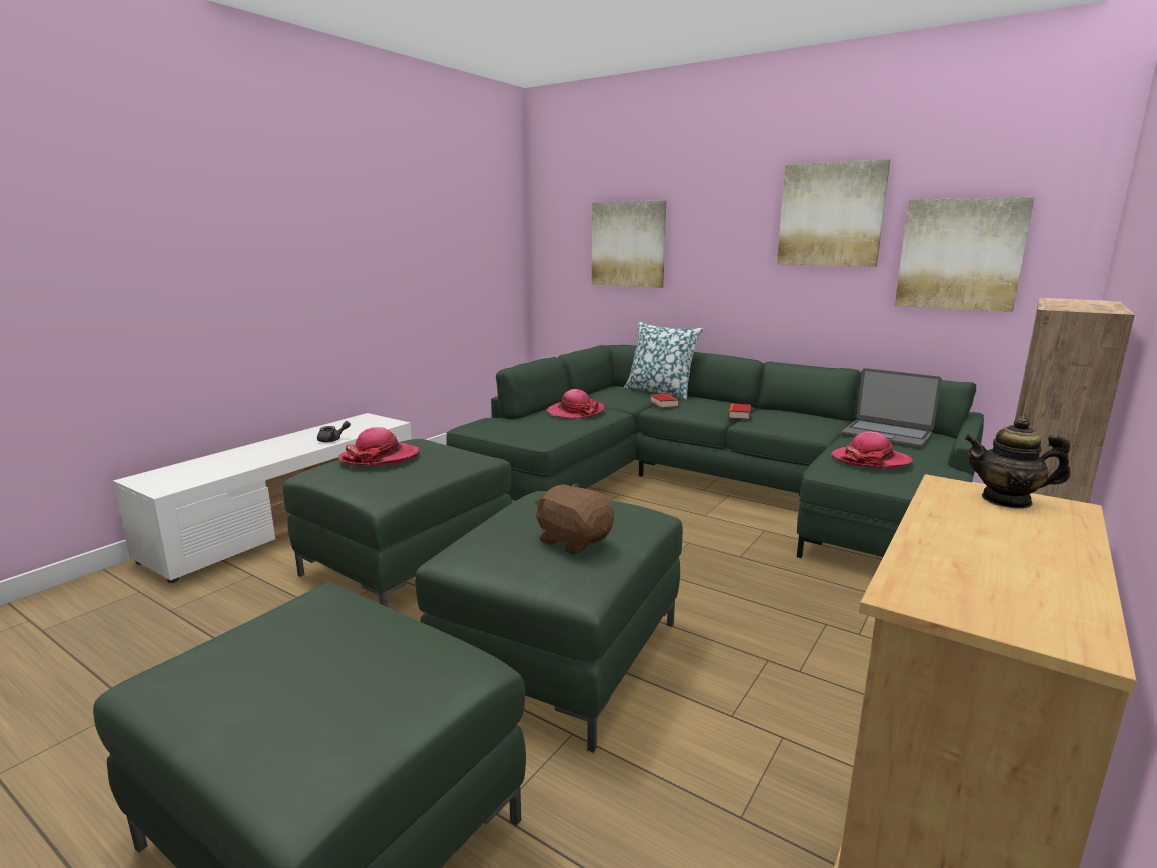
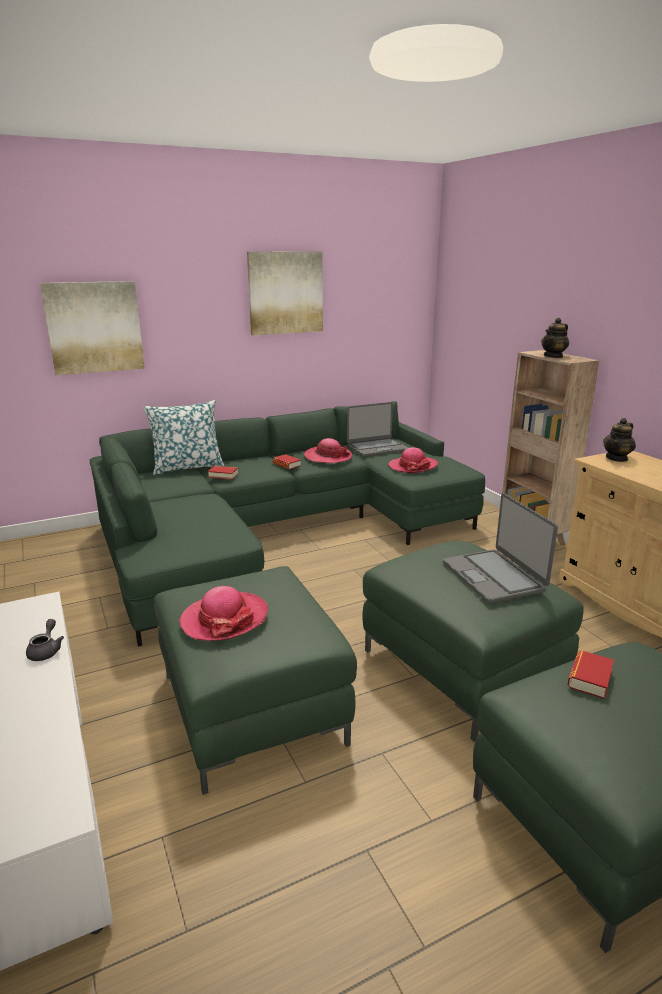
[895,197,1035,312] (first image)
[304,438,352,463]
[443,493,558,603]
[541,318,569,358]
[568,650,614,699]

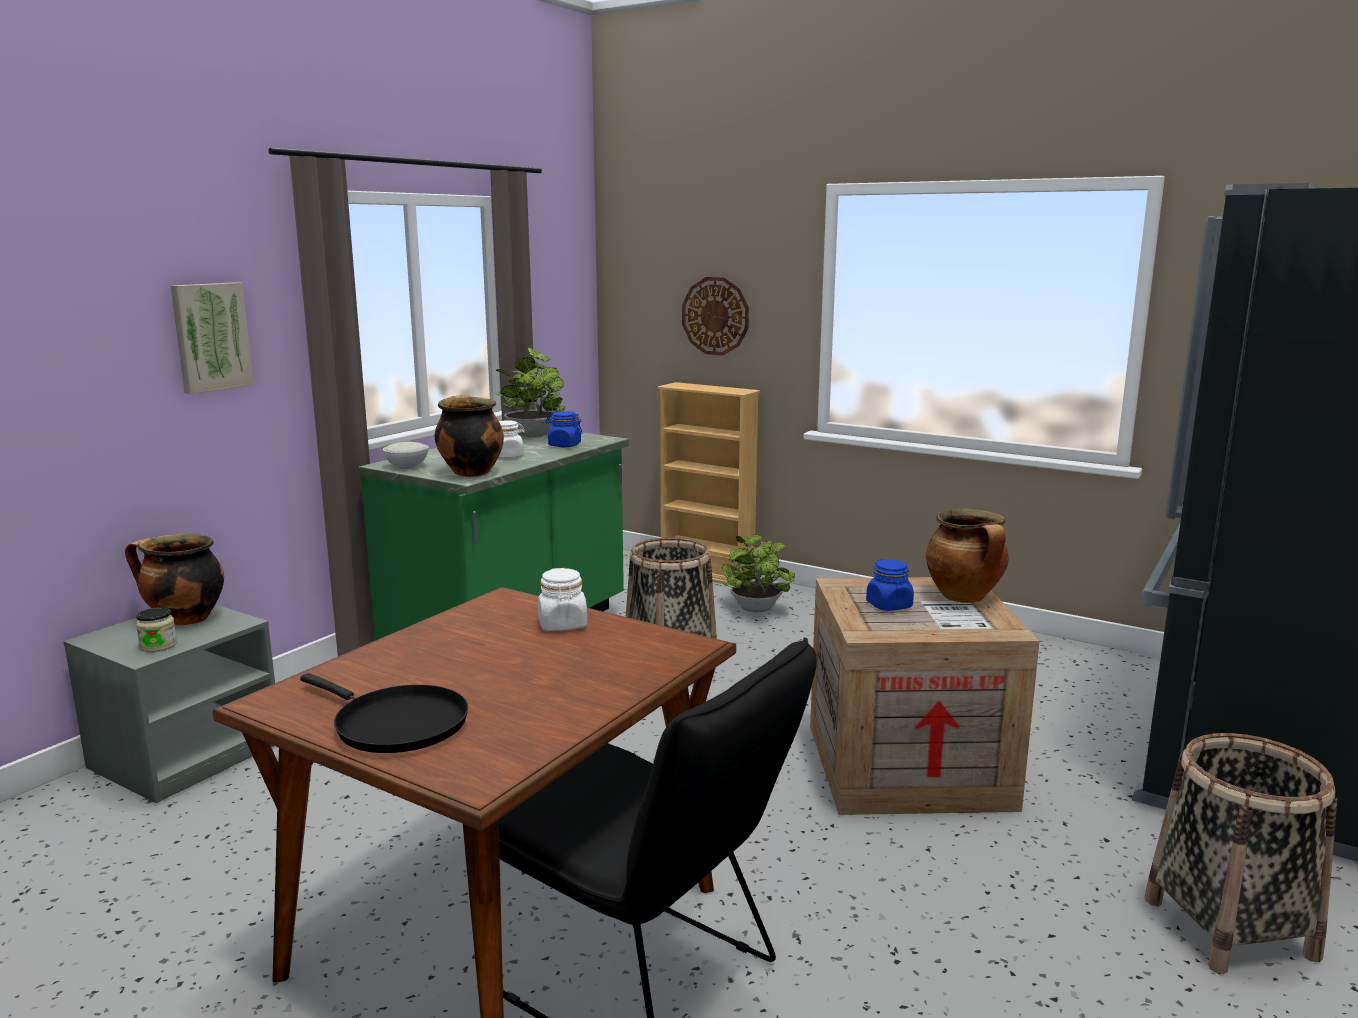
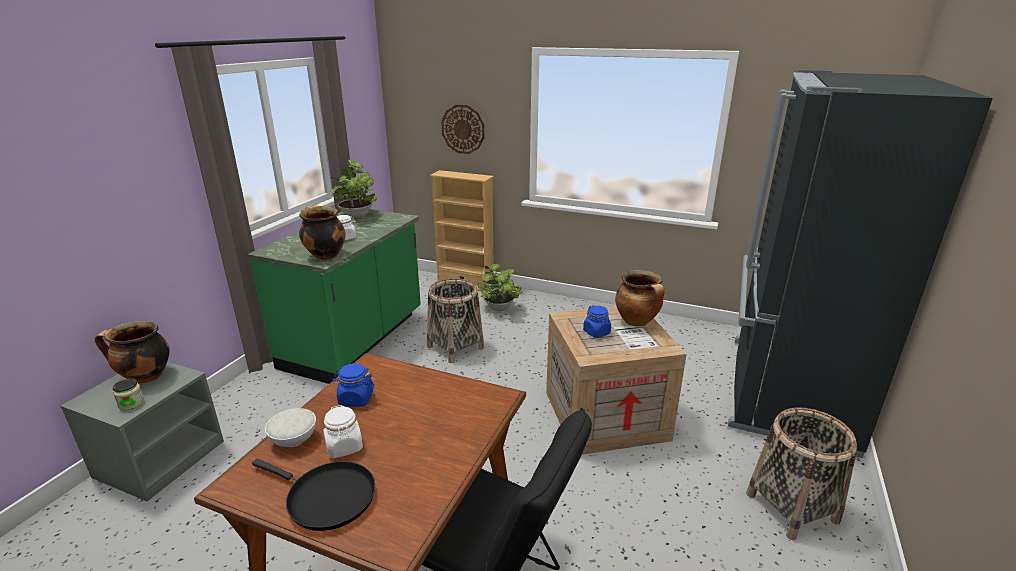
[171,282,254,394] (first image)
[332,363,375,407]
[265,408,316,447]
[323,405,363,458]

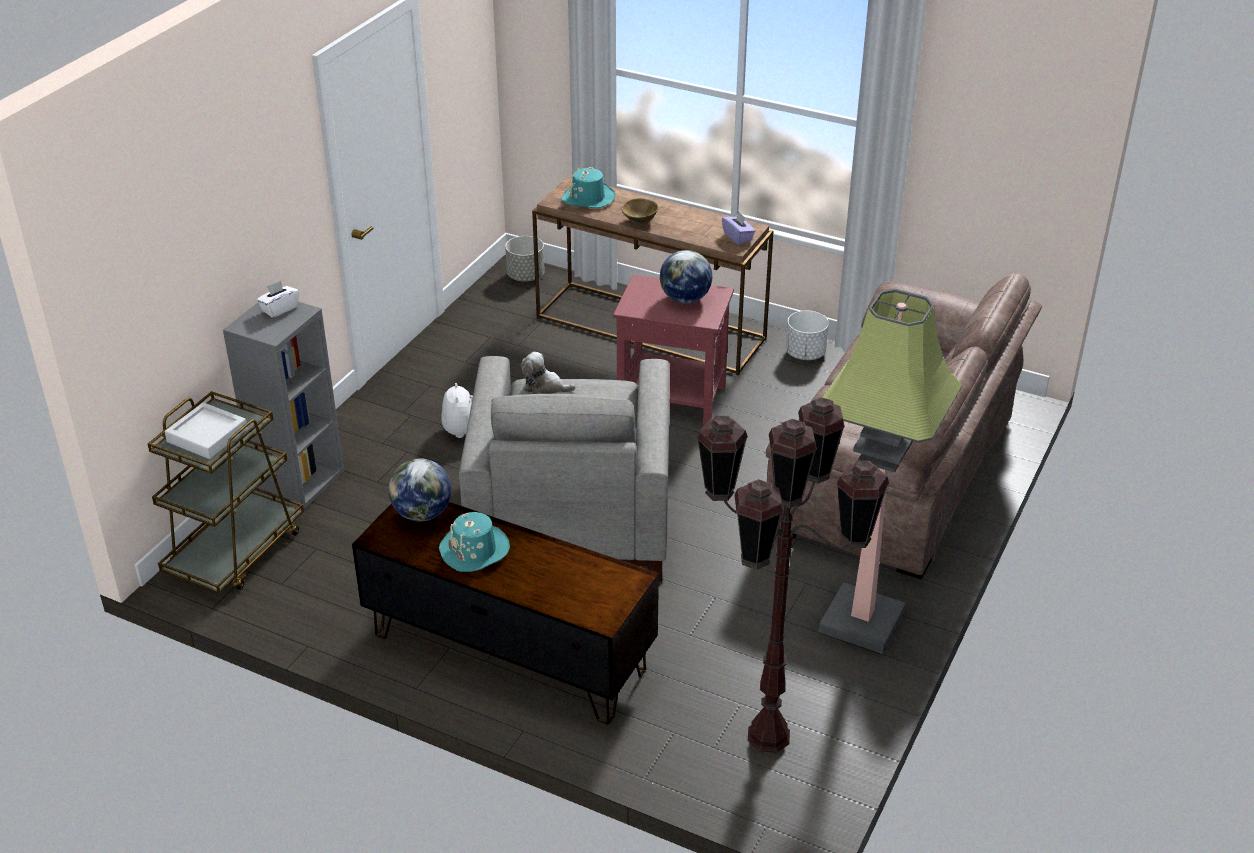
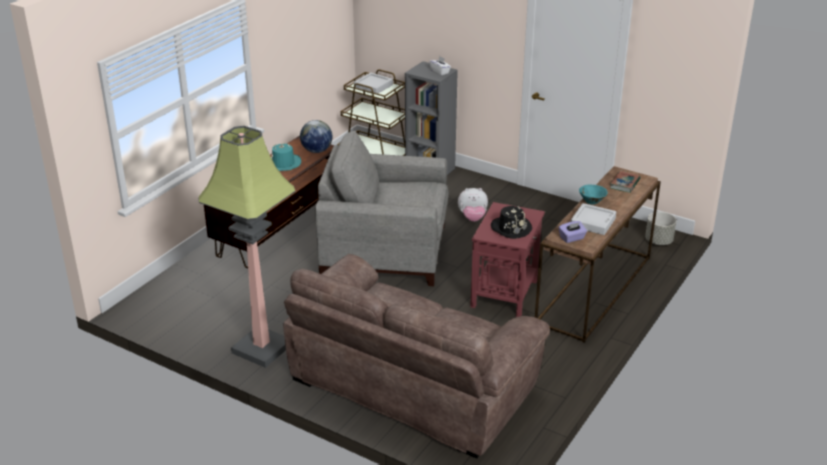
[610,170,641,193]
[579,184,608,205]
[491,206,532,239]
[786,310,829,360] (first image)
[521,352,576,394] (first image)
[697,397,889,753] (first image)
[571,203,616,235]

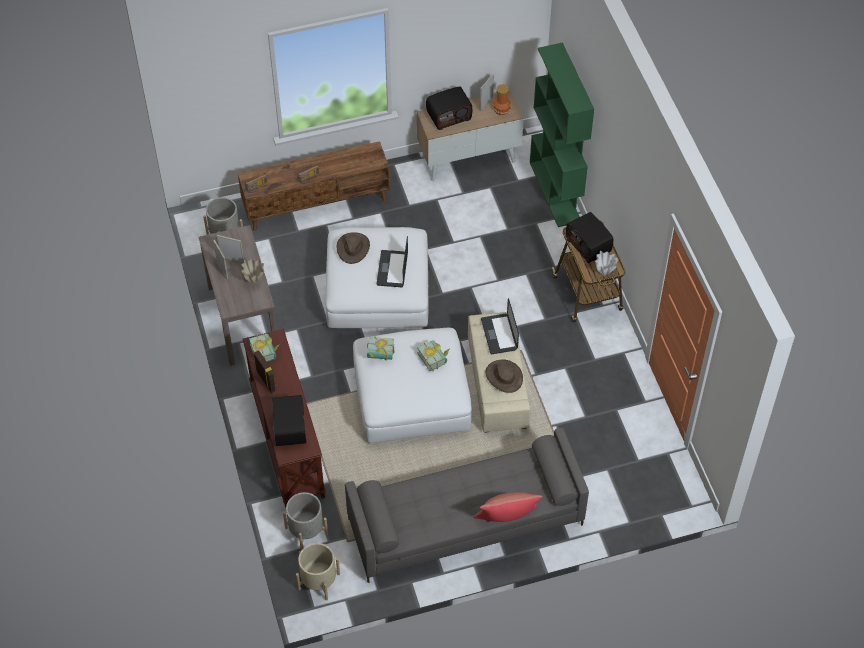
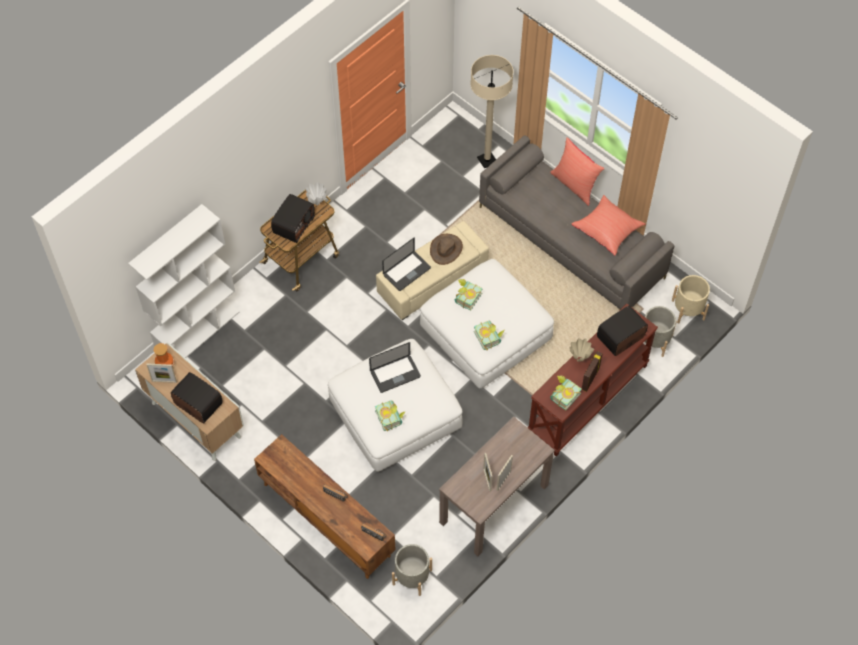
[128,204,239,358]
[375,400,406,431]
[570,338,594,362]
[470,55,513,168]
[572,195,645,255]

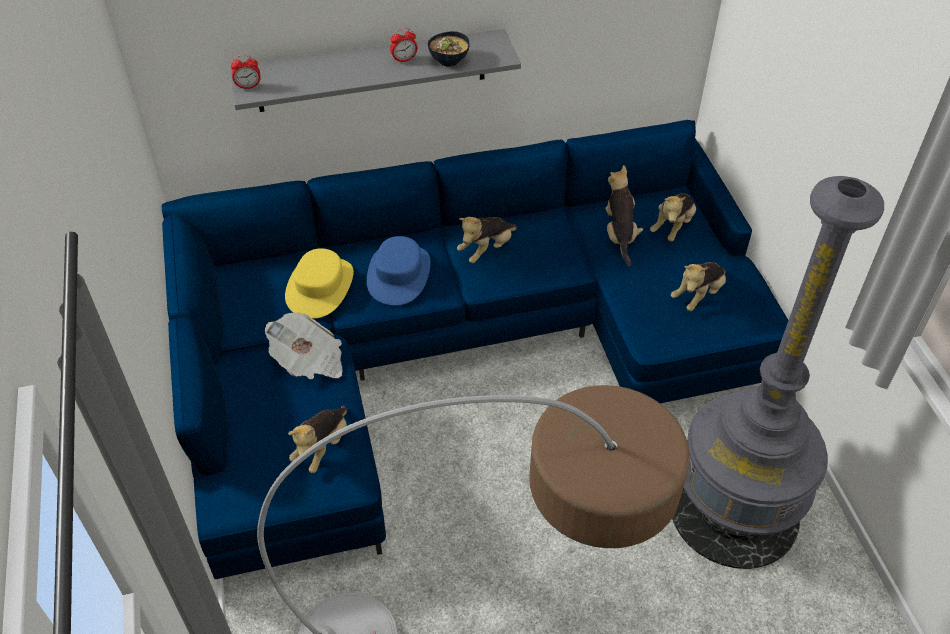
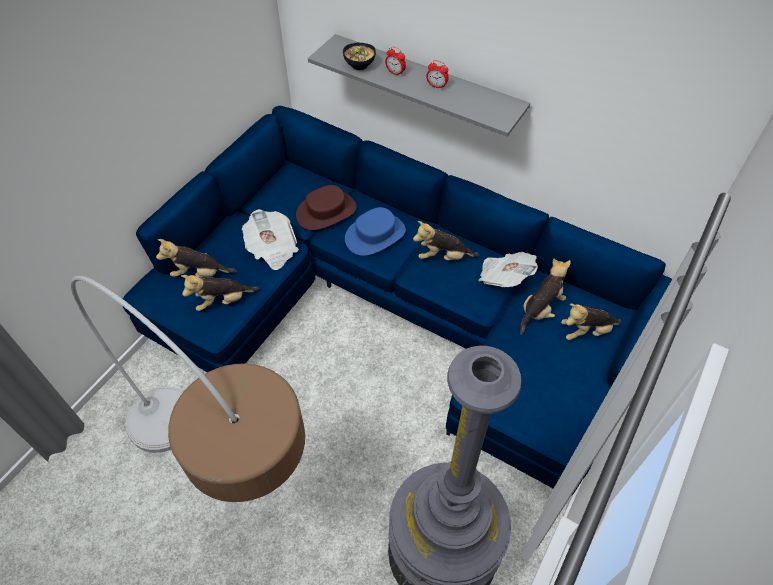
[343,43,376,70]
[385,47,406,76]
[296,185,357,230]
[156,239,237,278]
[479,252,538,287]

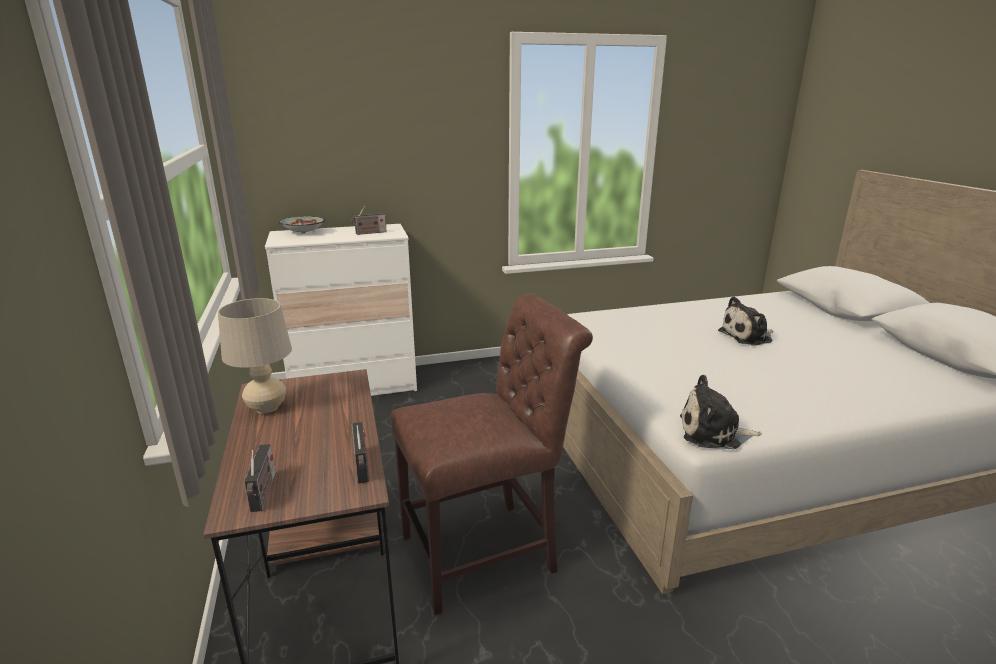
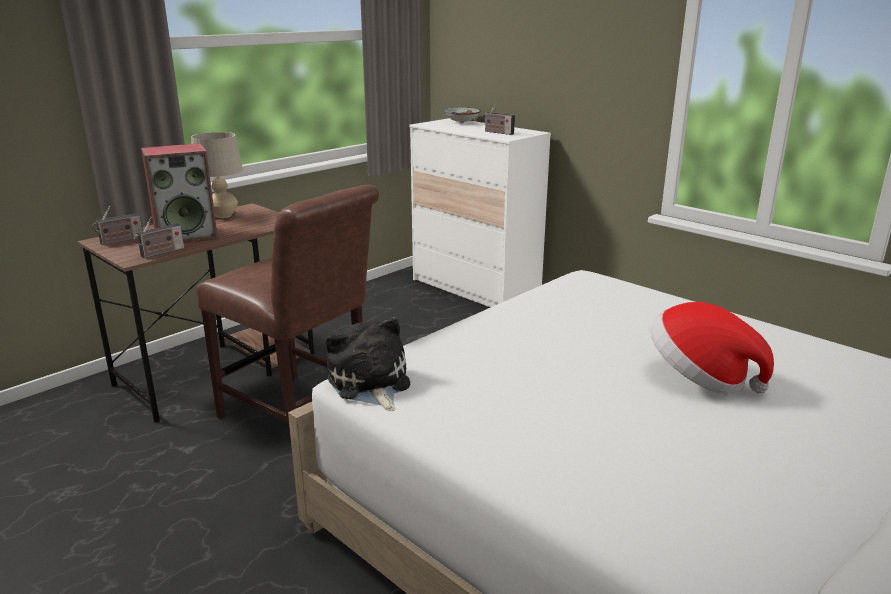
[651,302,774,395]
[141,143,218,243]

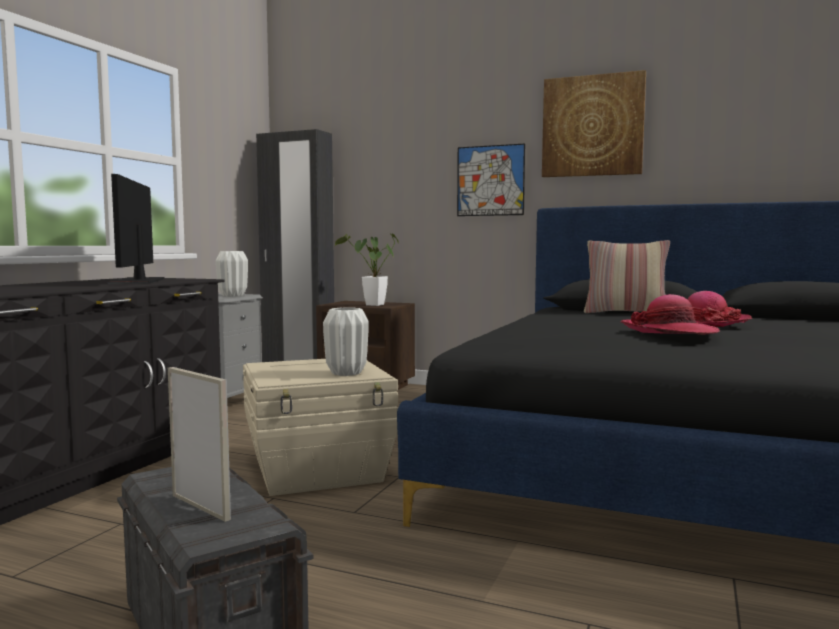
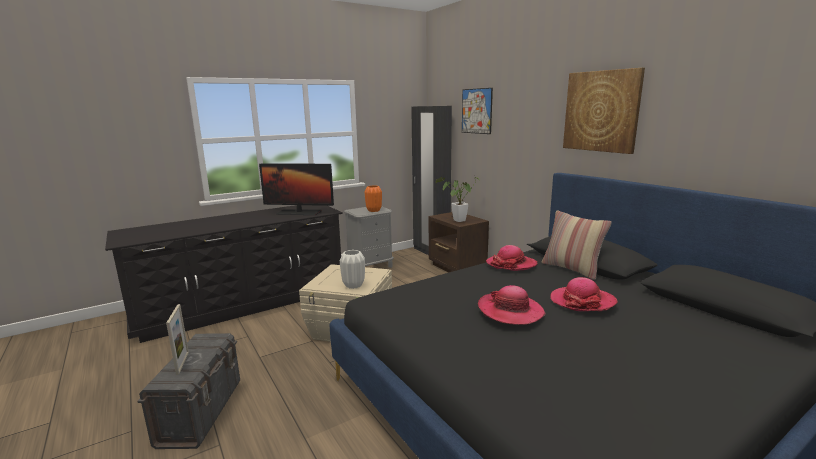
[462,88,493,134]
[259,164,334,215]
[364,185,382,212]
[486,245,538,271]

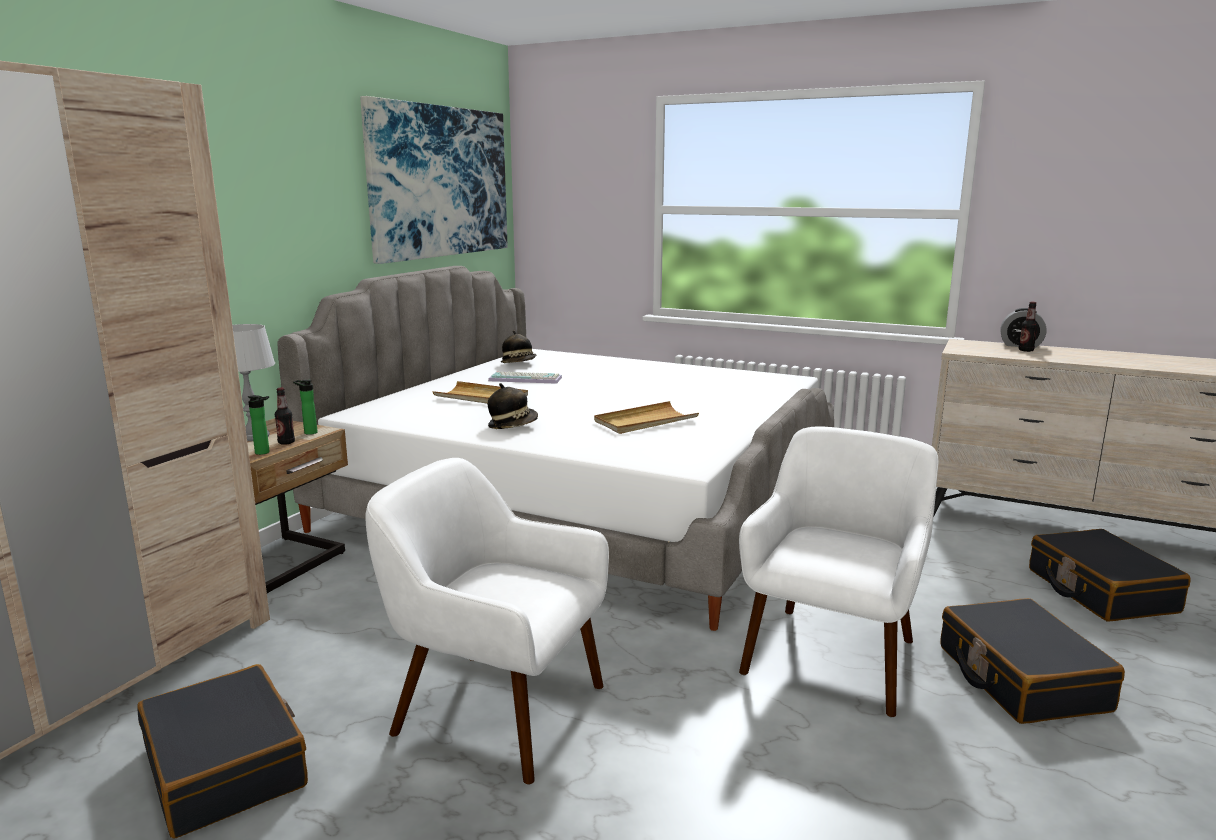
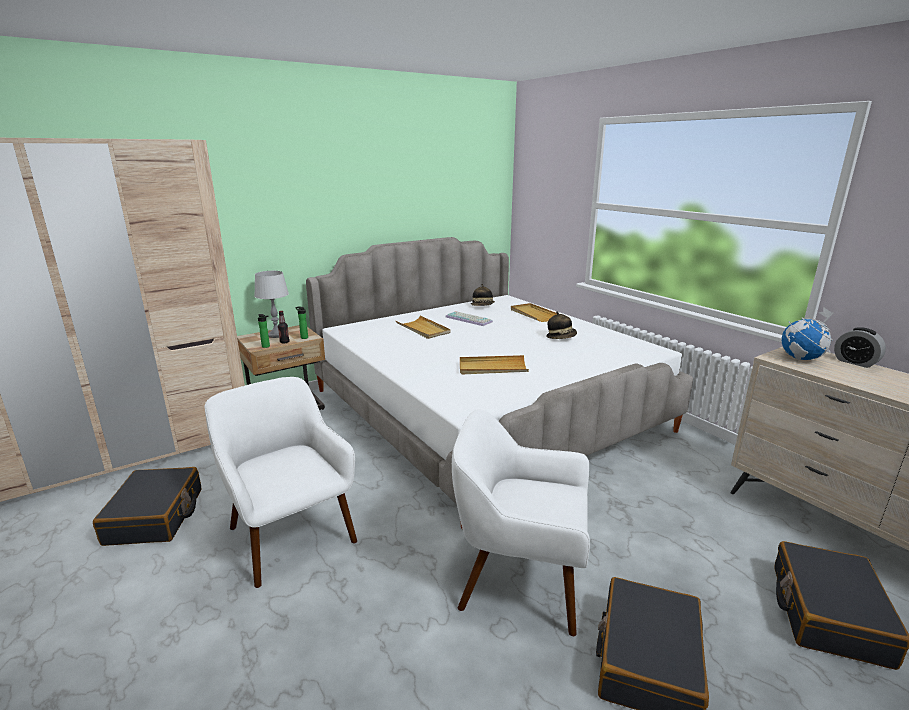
[360,96,508,264] (first image)
[1019,302,1038,352] (first image)
[546,311,577,339]
[452,409,590,636]
[511,303,557,322]
[782,307,834,360]

